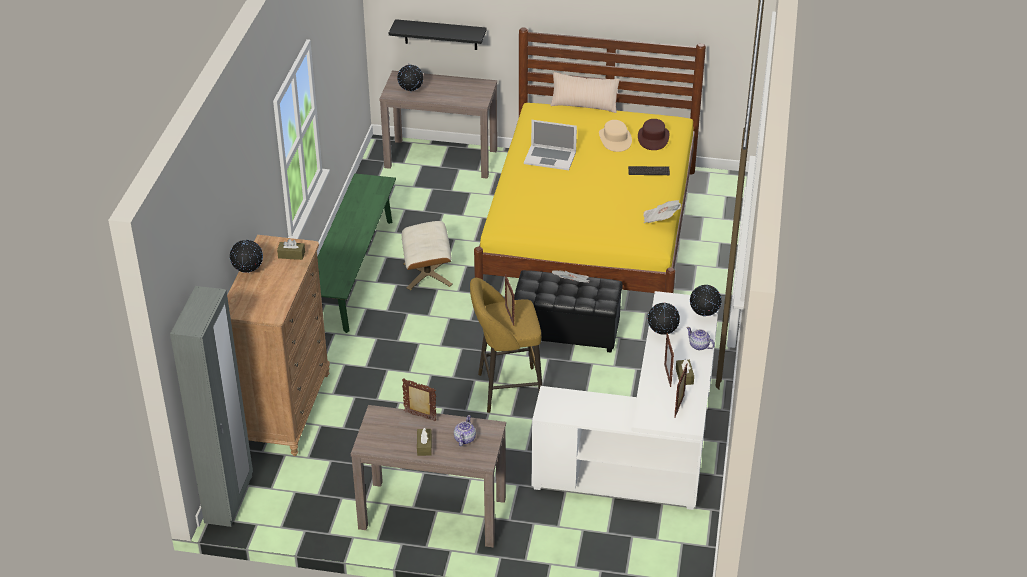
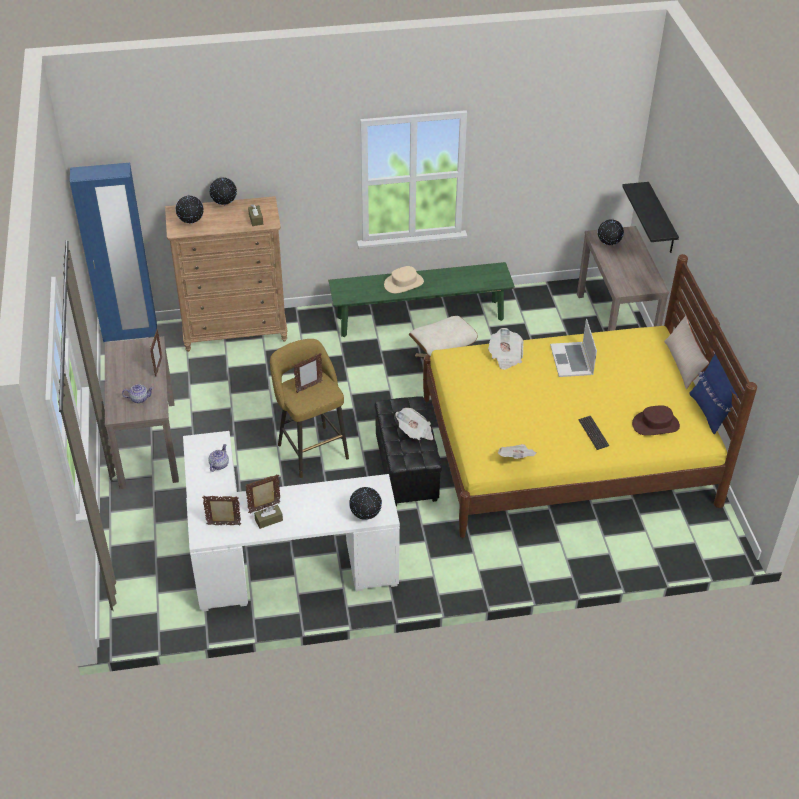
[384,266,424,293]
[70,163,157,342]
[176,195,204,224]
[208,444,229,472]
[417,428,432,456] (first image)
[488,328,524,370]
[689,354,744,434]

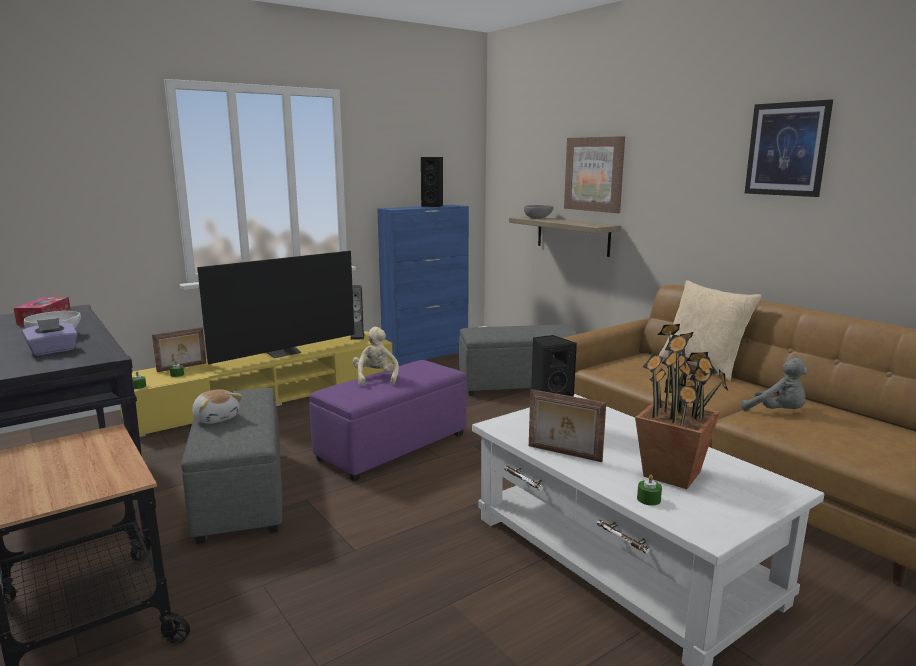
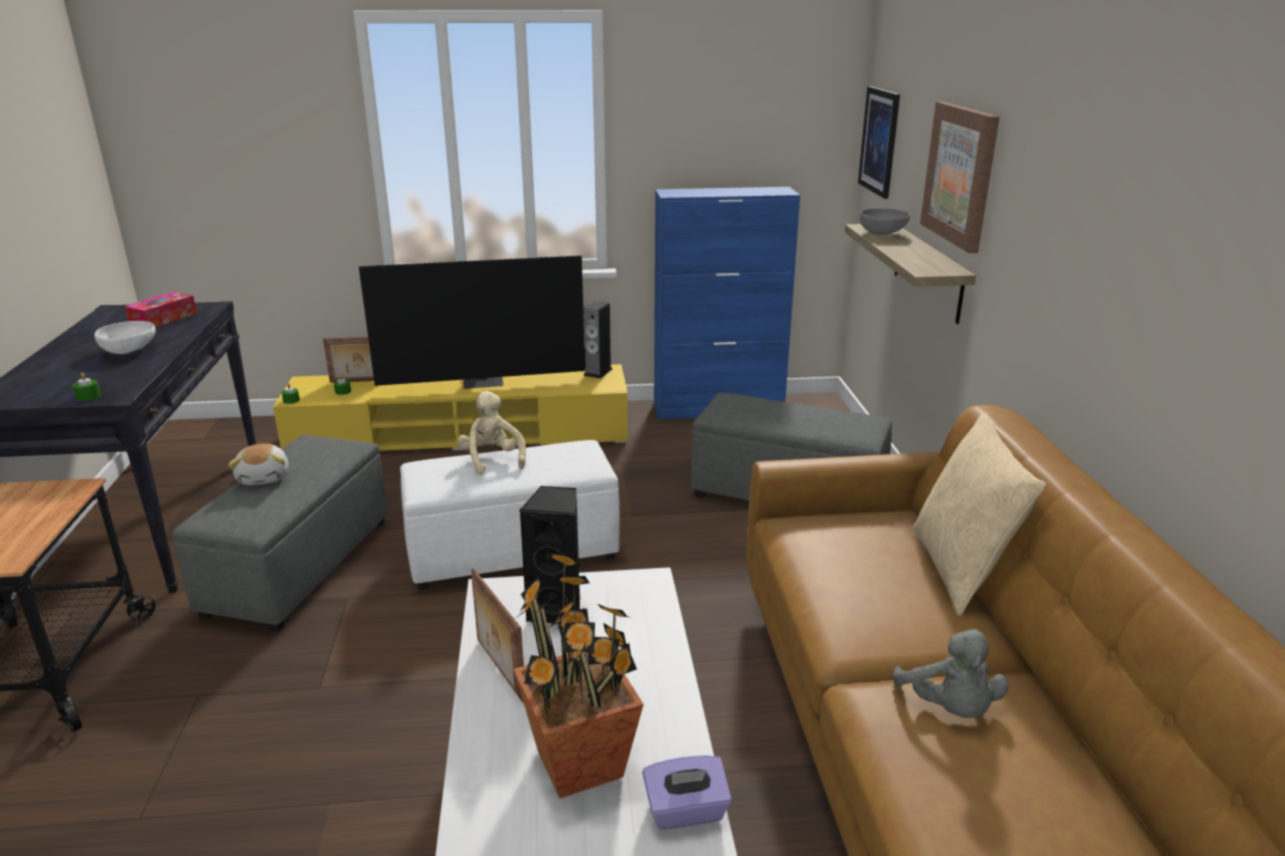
[858,86,900,199]
[421,157,443,207] (first image)
[642,755,732,830]
[458,391,526,475]
[400,440,620,590]
[73,372,101,401]

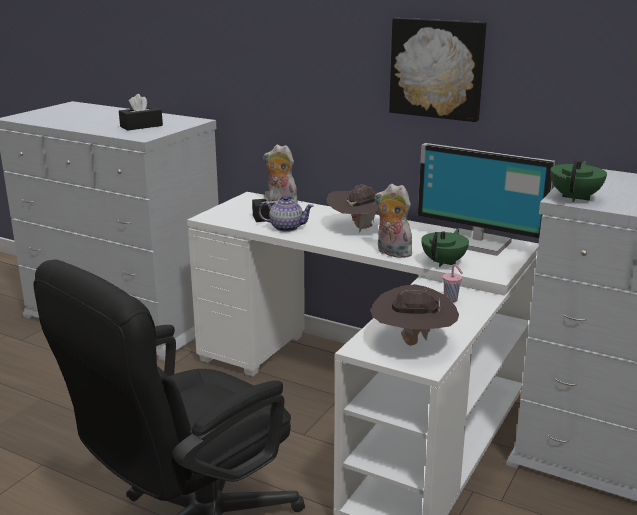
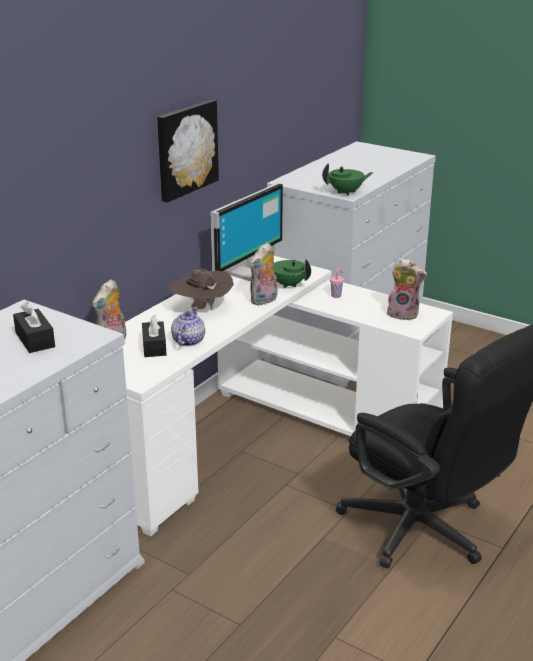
[322,163,373,196]
[387,258,427,320]

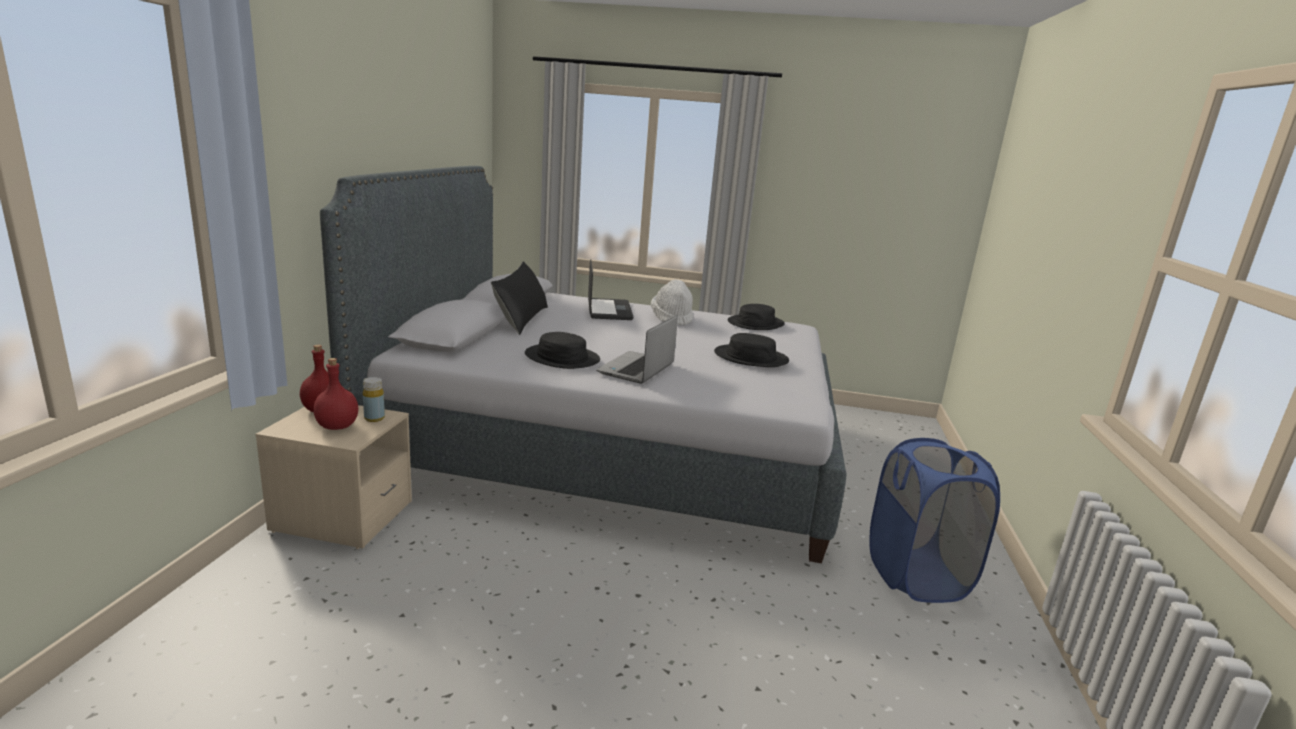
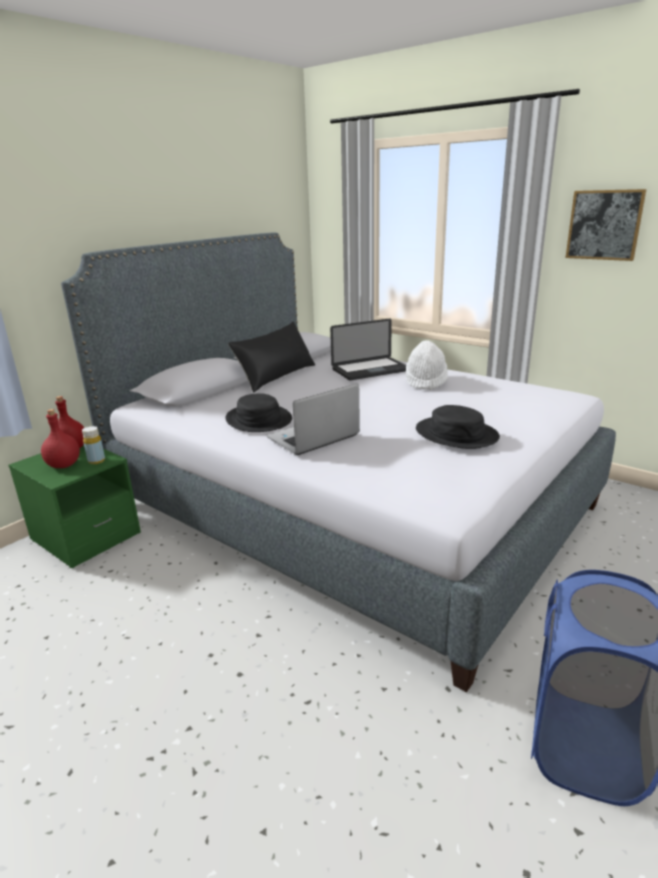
[330,319,406,380]
[727,304,785,330] (first image)
[9,445,141,568]
[565,189,647,261]

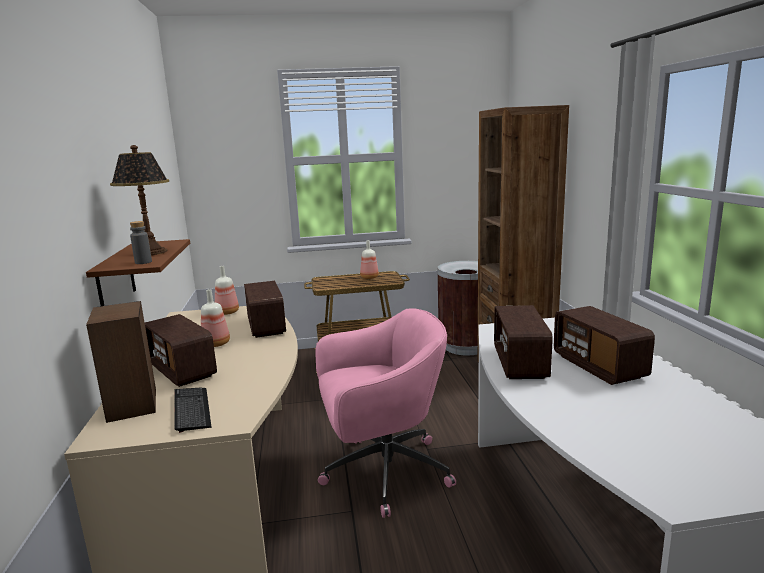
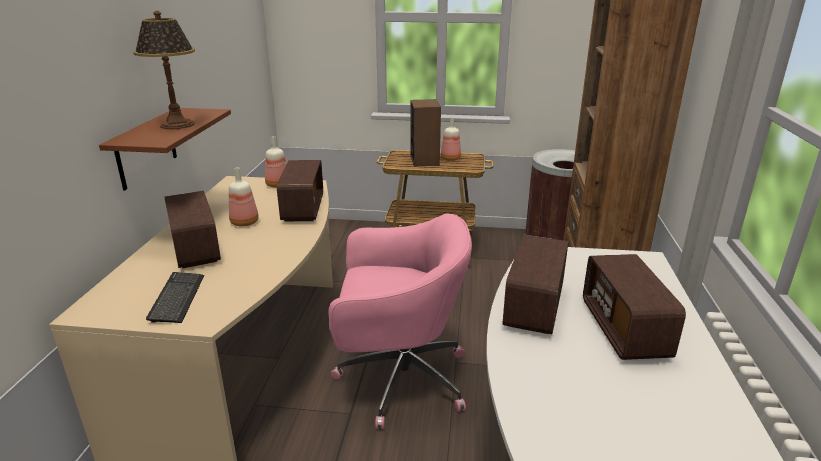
[130,221,152,264] (first image)
[410,99,441,167]

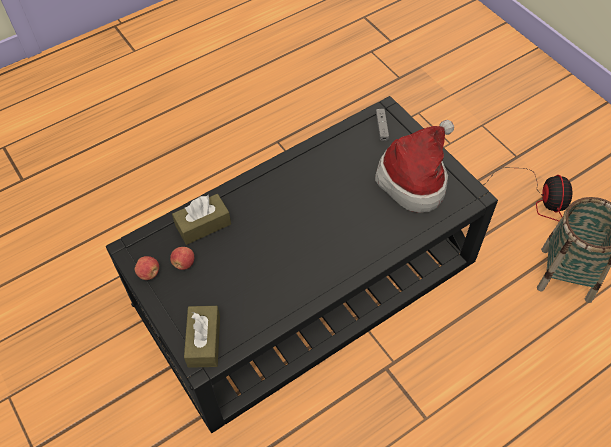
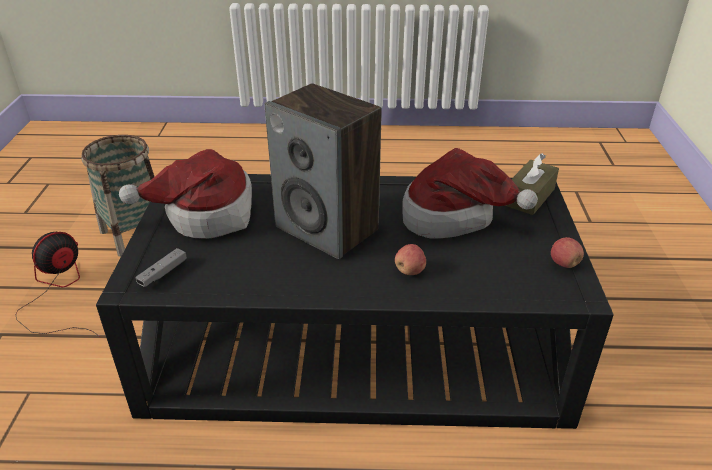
[172,194,231,245] (first image)
[395,244,426,275]
[265,83,382,259]
[402,148,538,238]

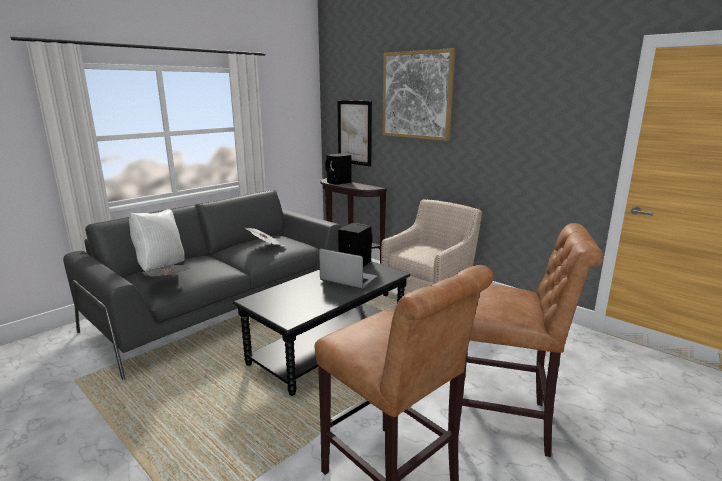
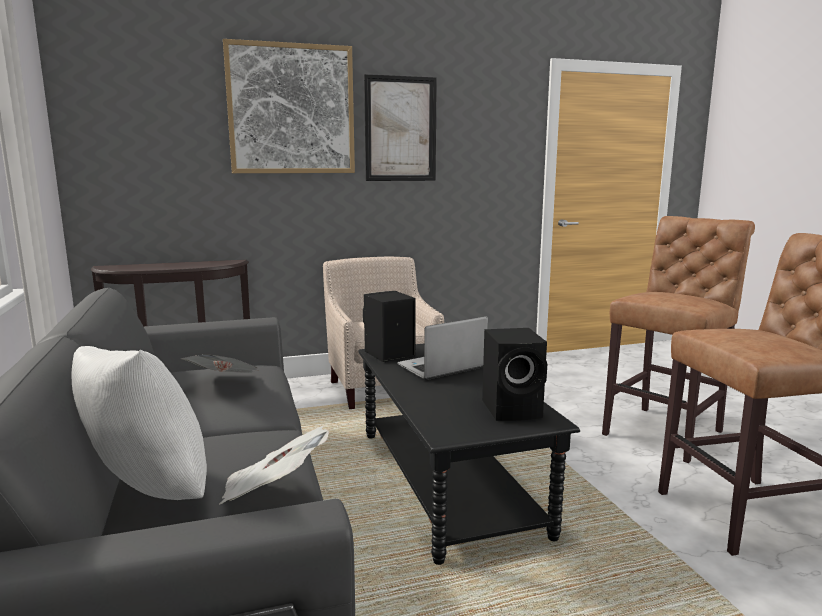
[364,74,437,181]
[482,328,547,421]

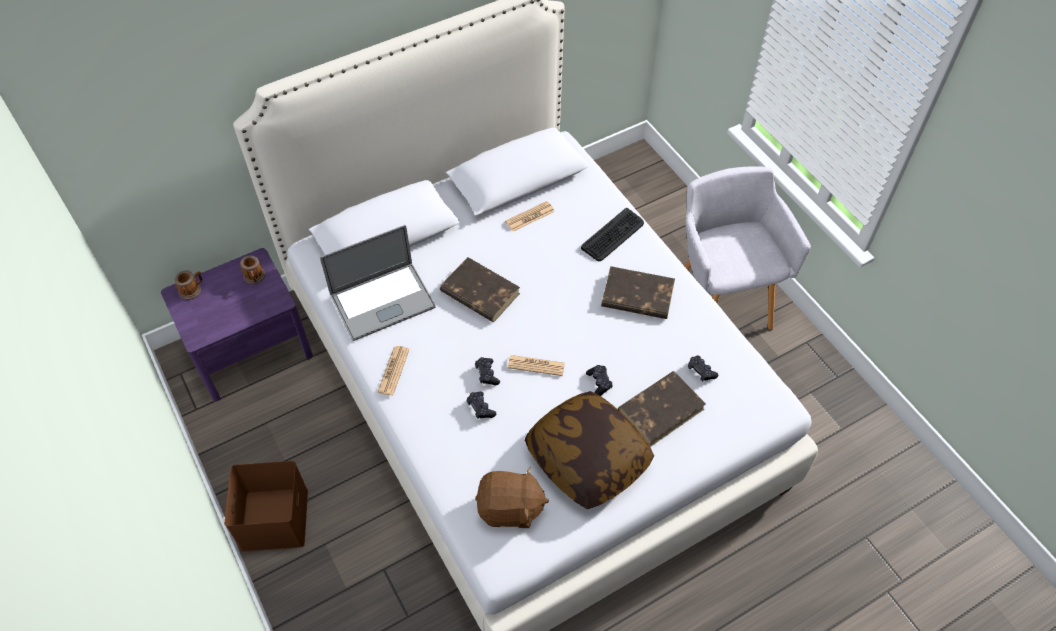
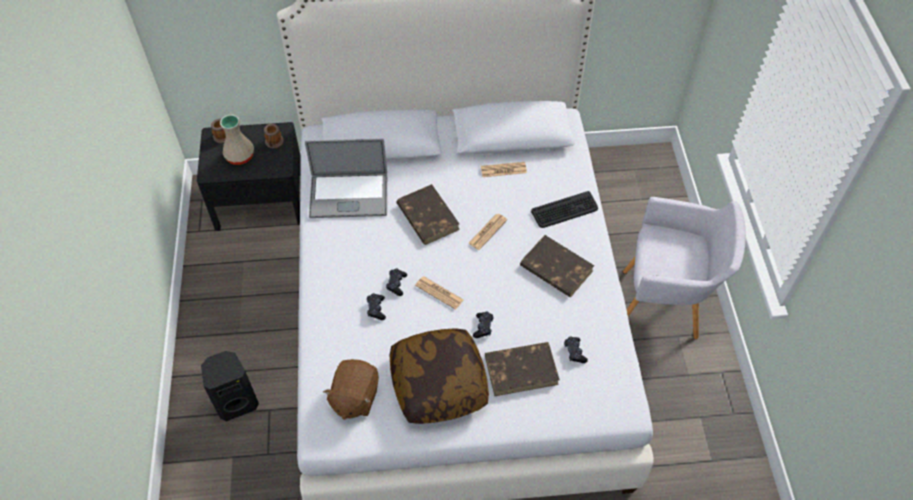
[623,197,746,339]
[197,122,301,231]
[468,214,507,250]
[224,461,308,551] (first image)
[323,359,379,420]
[220,115,254,165]
[201,351,259,421]

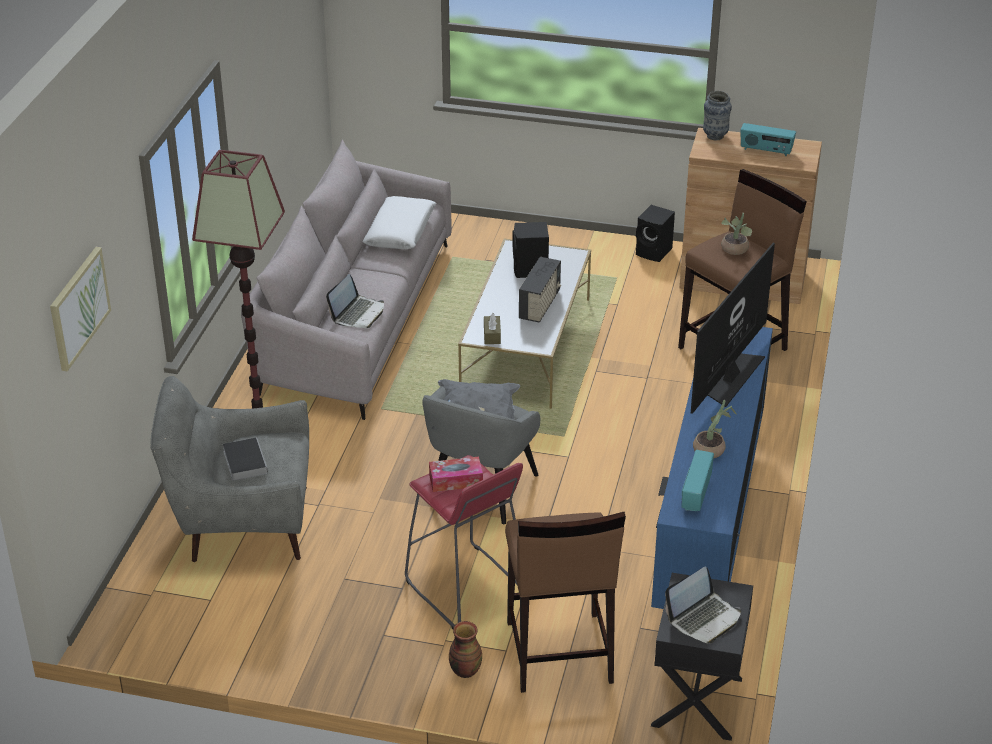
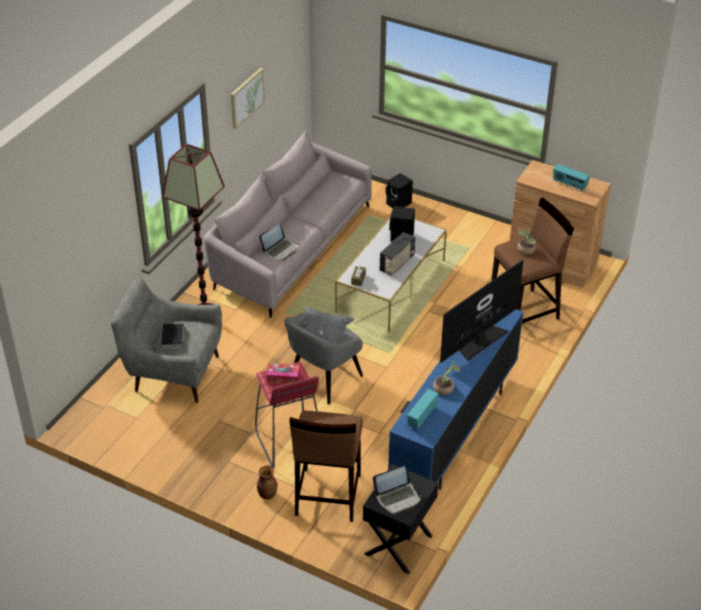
[703,91,732,140] (first image)
[362,196,436,249] (first image)
[386,173,413,208]
[231,68,265,129]

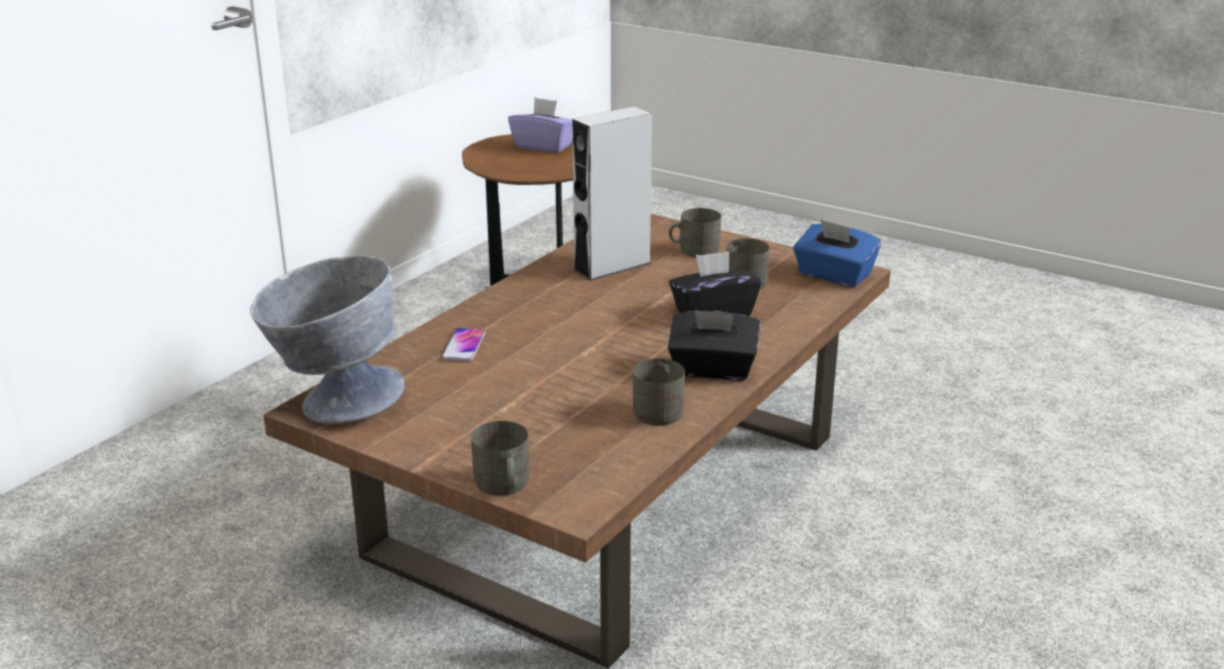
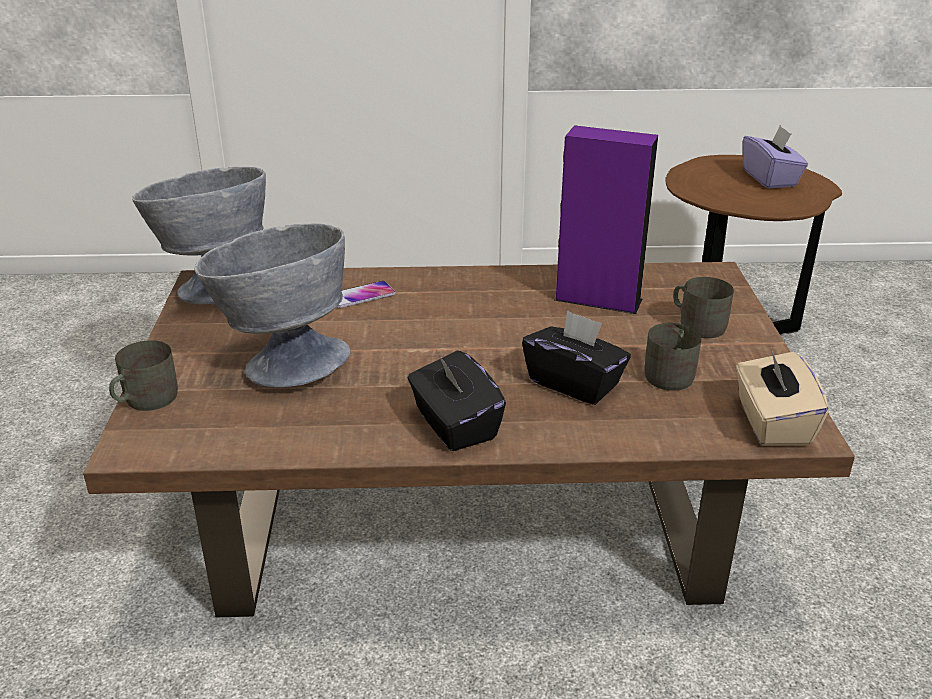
[555,125,658,314]
[736,349,829,446]
[633,359,685,426] (first image)
[195,224,350,388]

